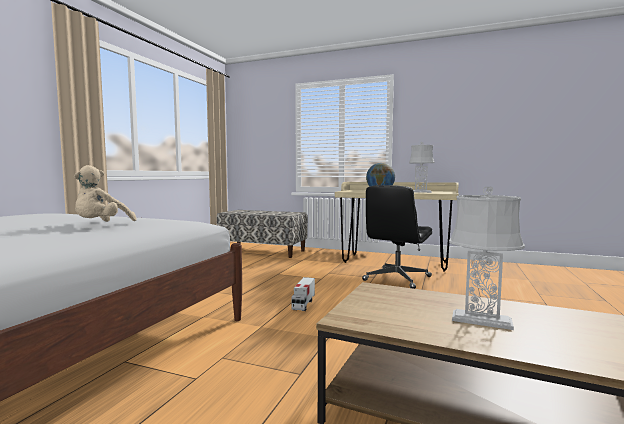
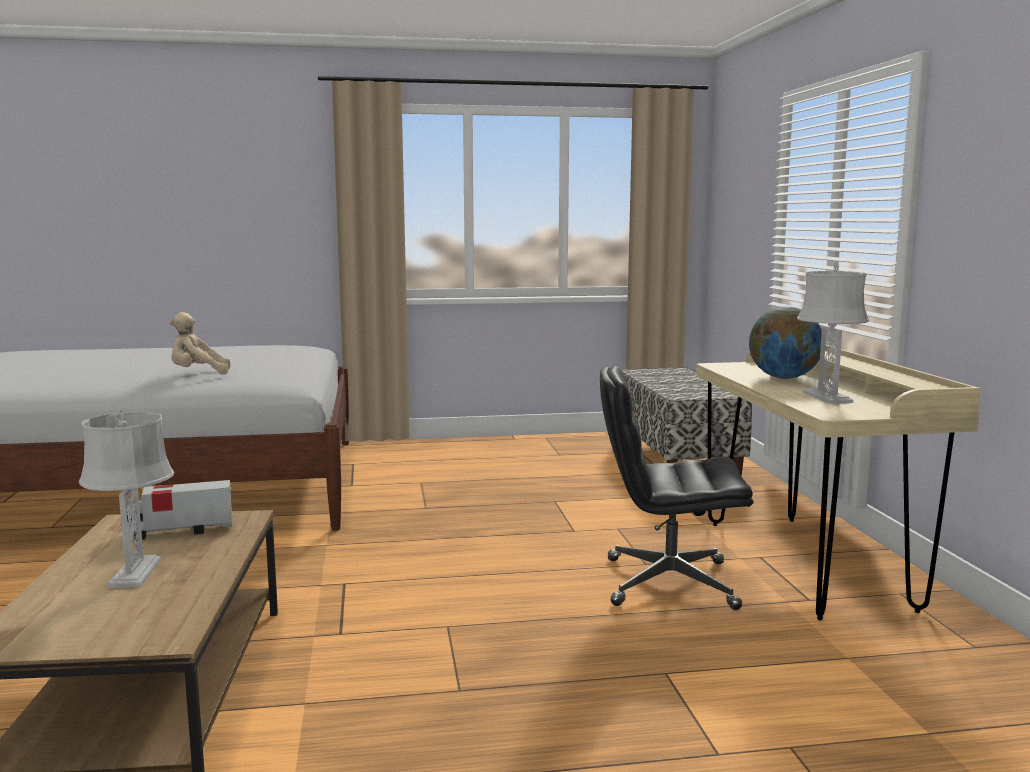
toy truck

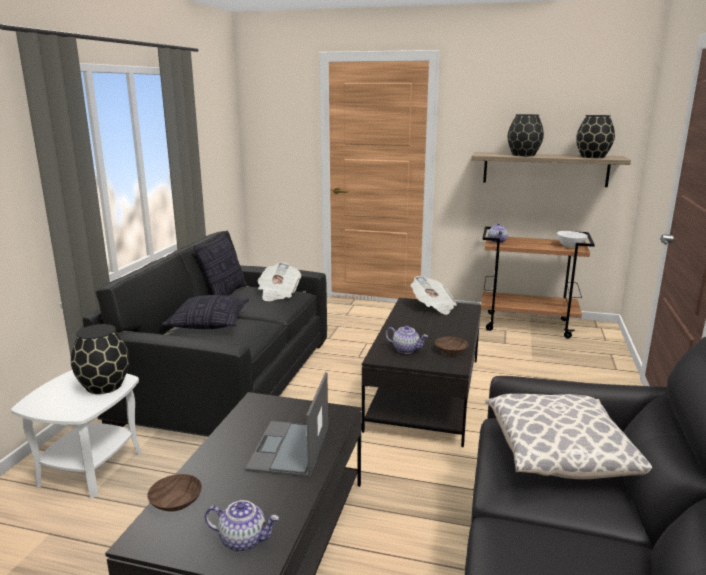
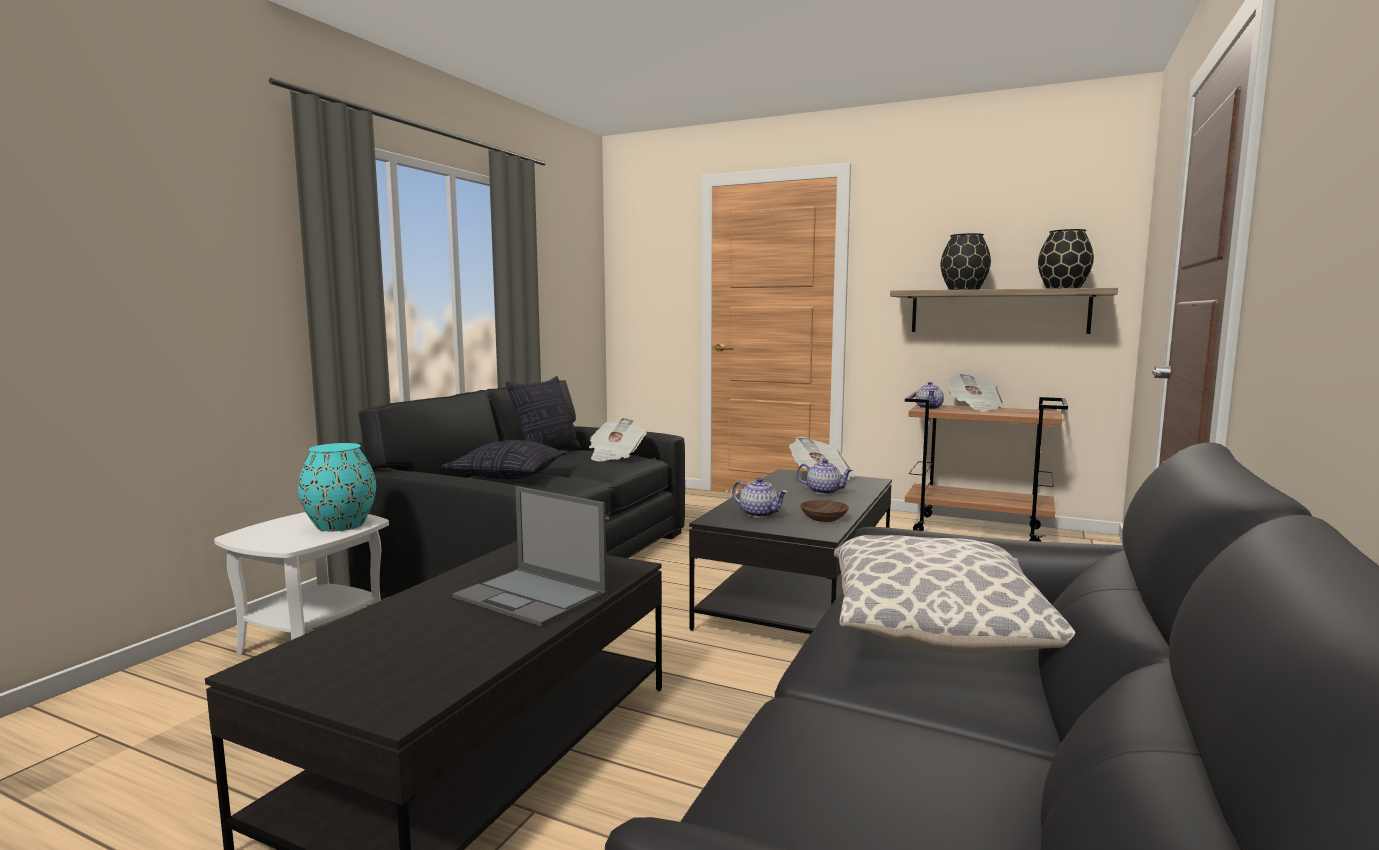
bowl/white
vase/turquoise
laptop
bowl/brown (no. 1 from left in the first image)
teapot (no. 2 from left)
newspaper (no. 3 from left)

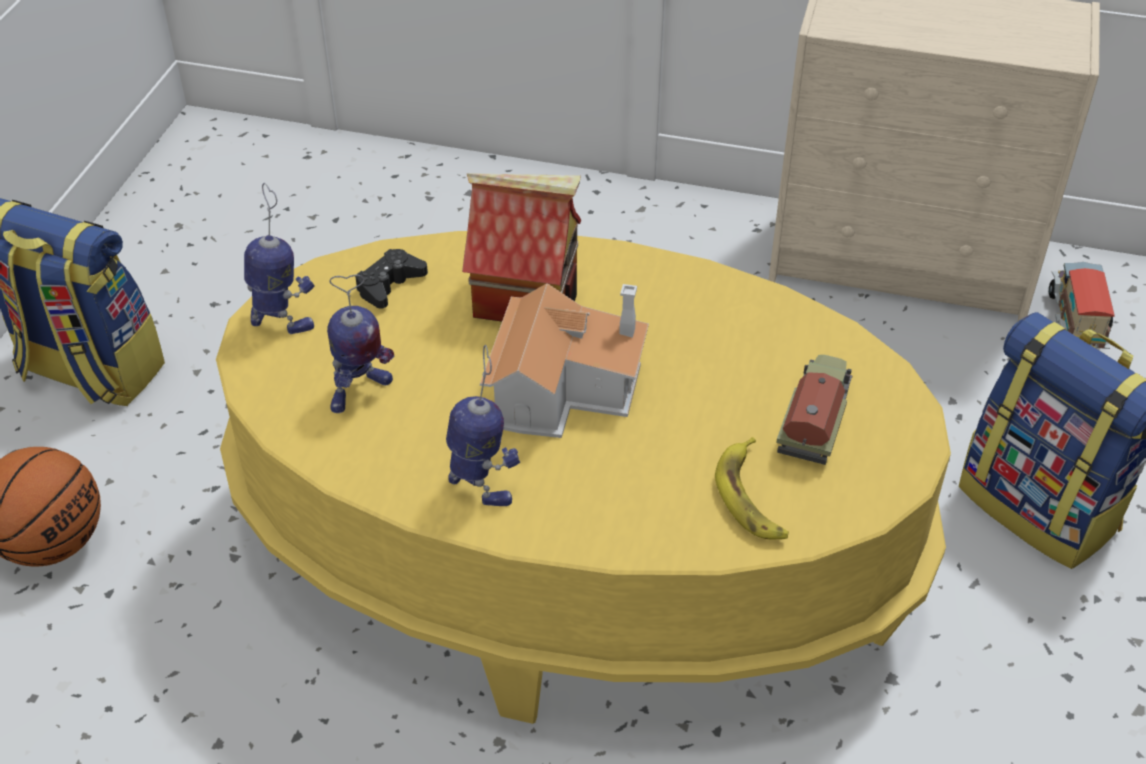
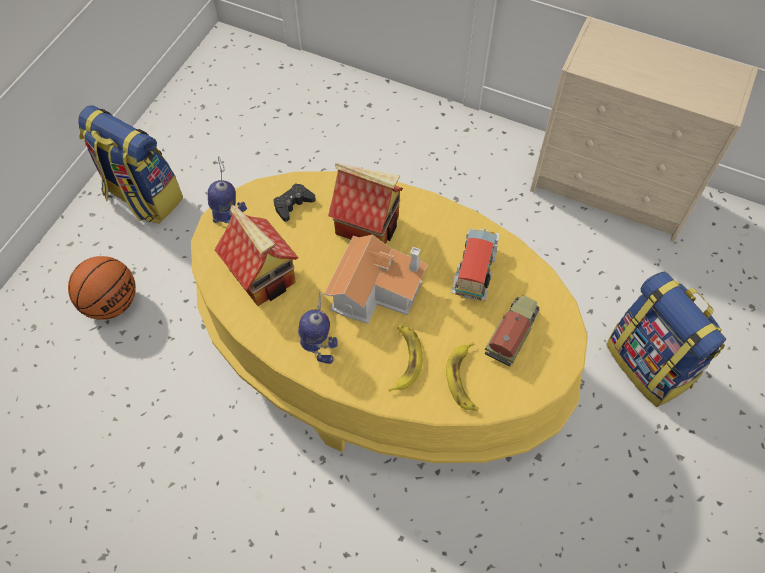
toy truck (no. 1 from left)
toy house (no. 1 from left)
banana (no. 1 from left)

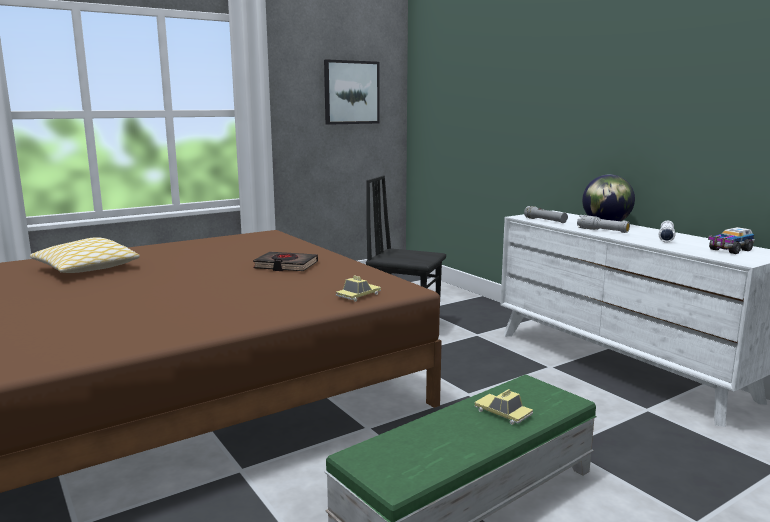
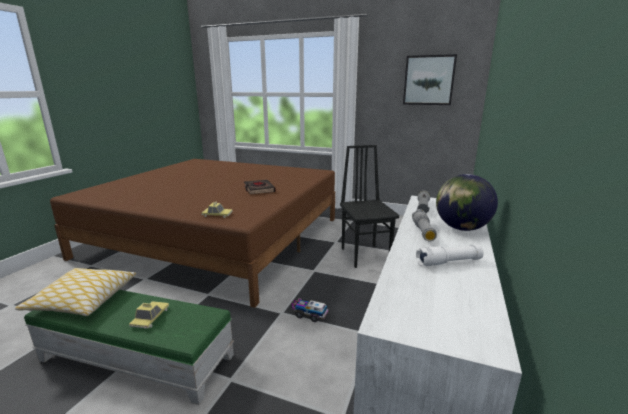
toy truck
pillow

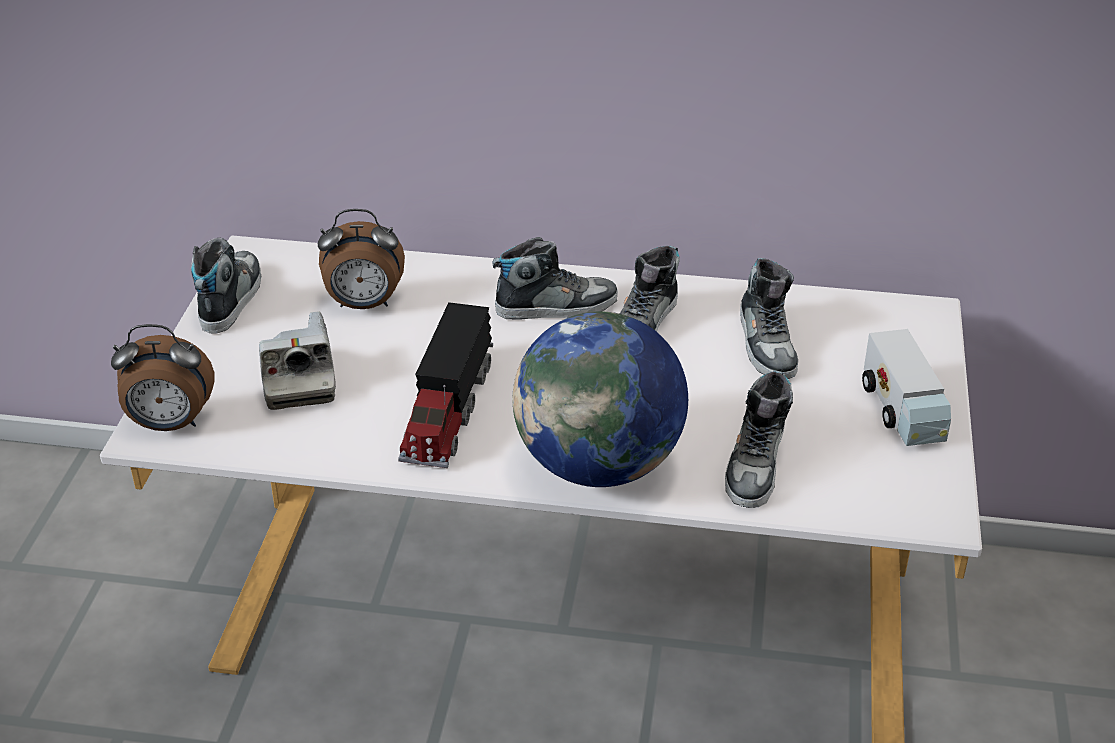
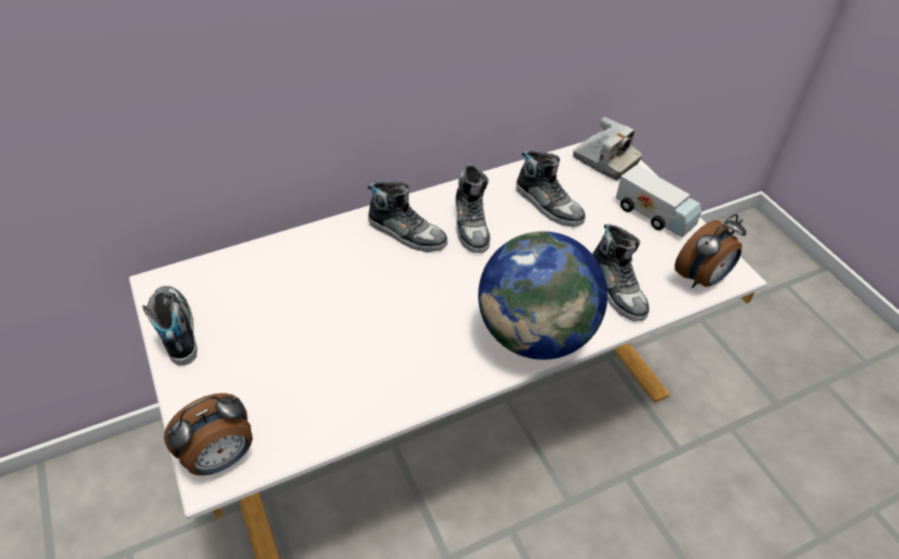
alarm clock (no. 2 from left)
shoe (no. 2 from left)
toy truck (no. 1 from left in the first image)
photo camera

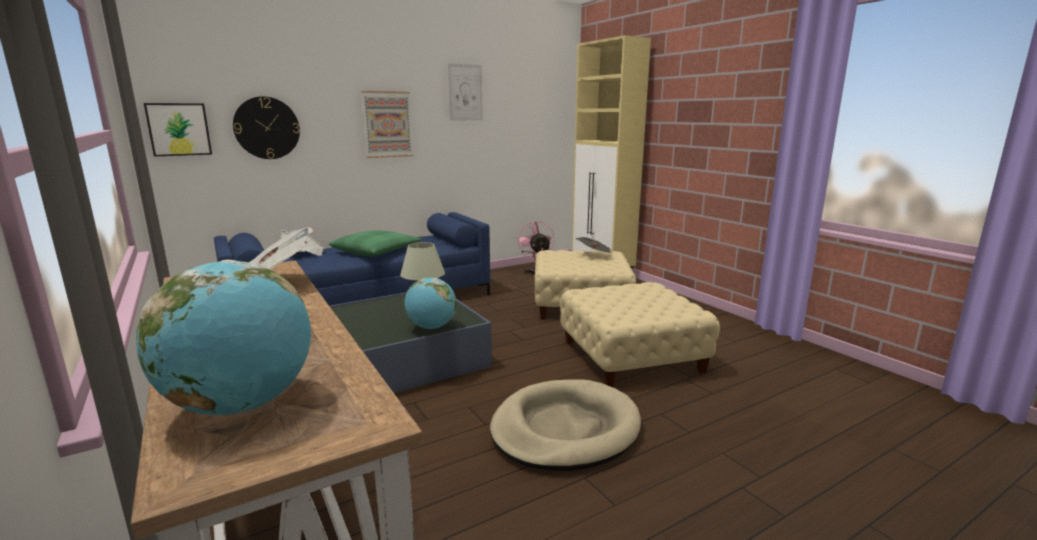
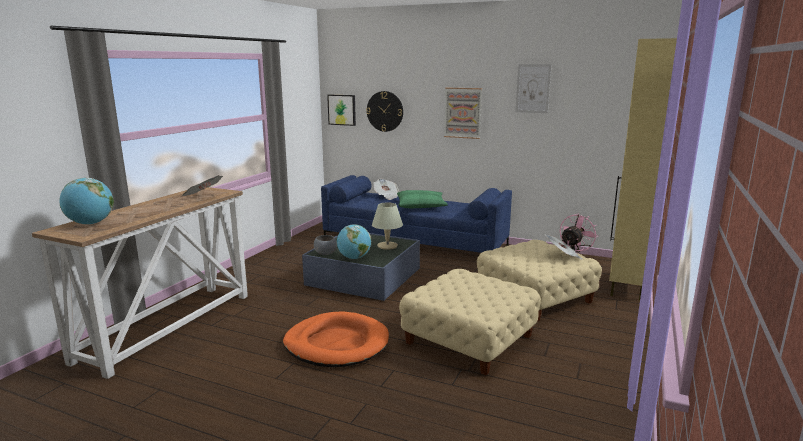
dog bed/orange
bowl/grey

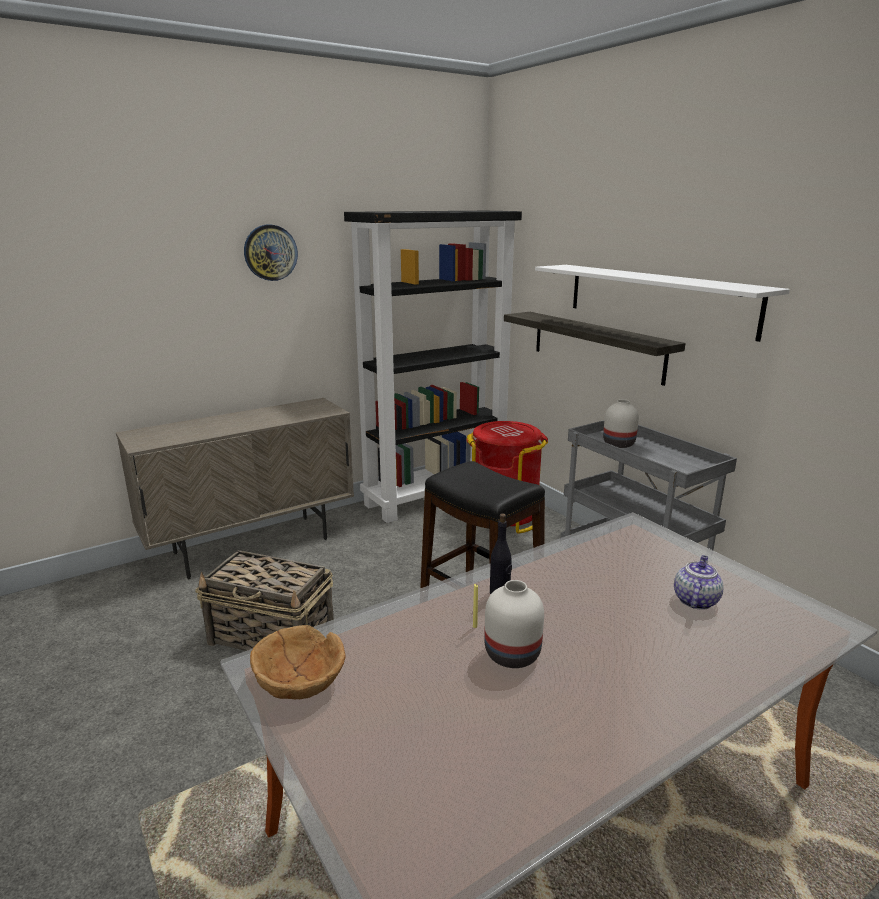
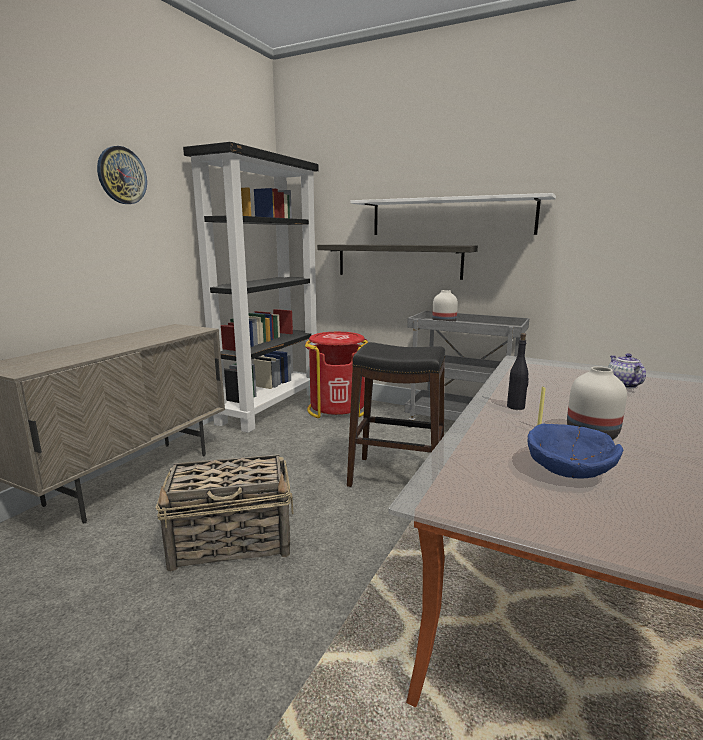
bowl/brown
bowl/blue

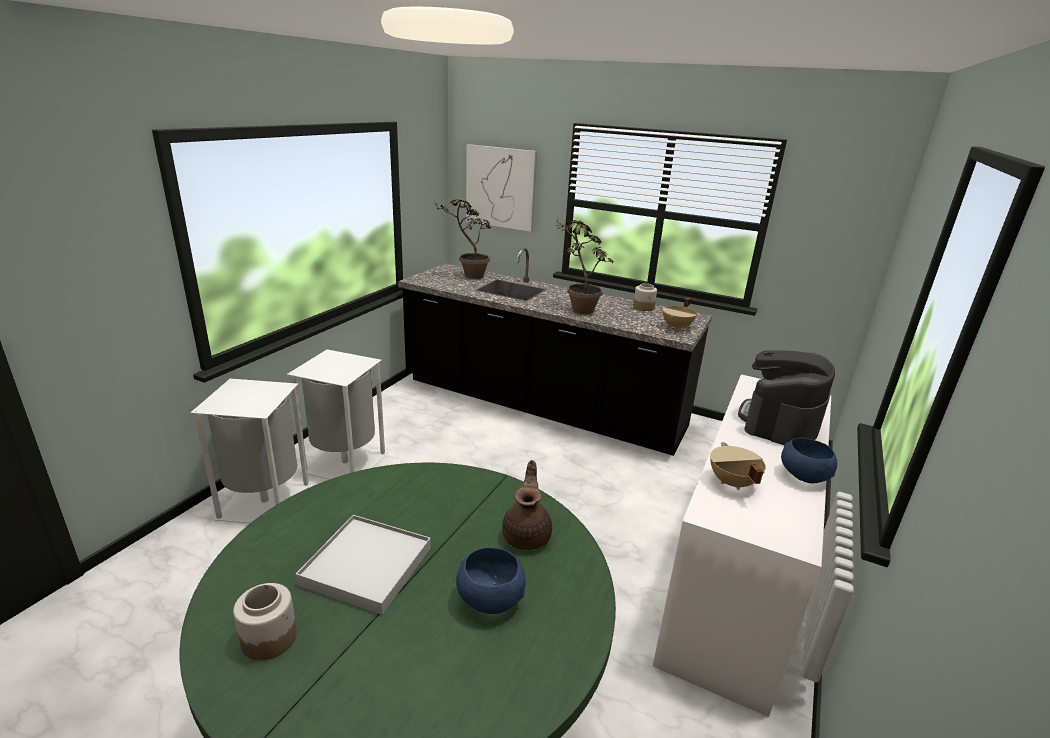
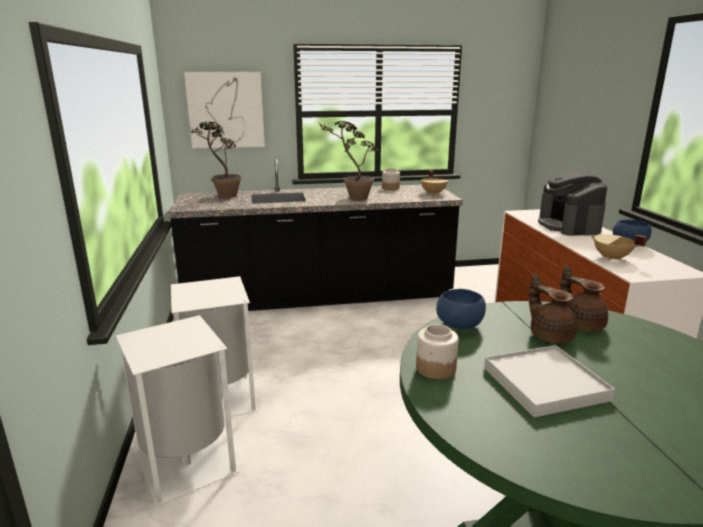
bowl/blue (no. 1 from left)
jar (no. 2 from left)
teapot/brown (no. 1 from left)

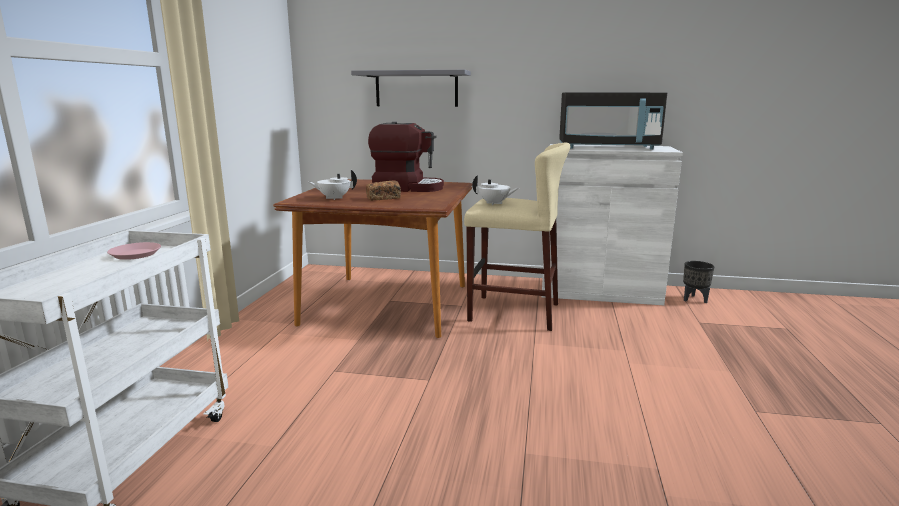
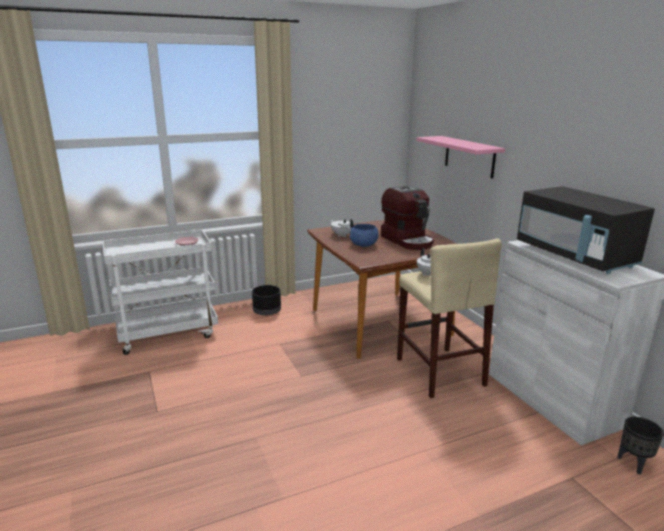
shelf/pink
bowl/blue
planter/black (no. 1 from left)

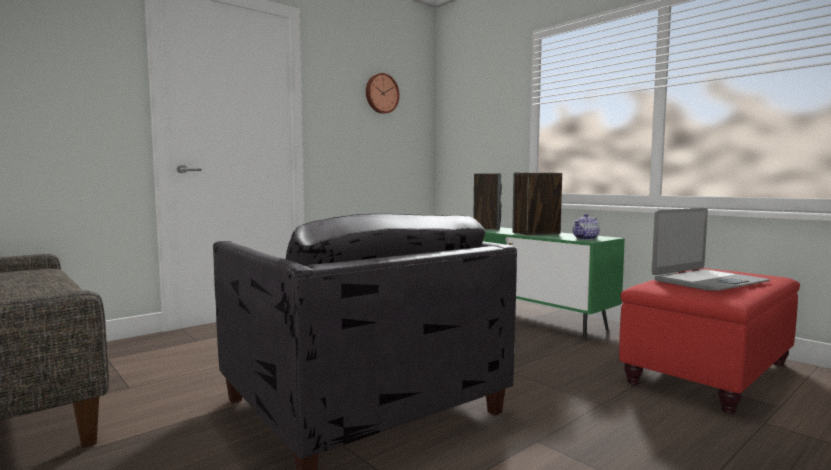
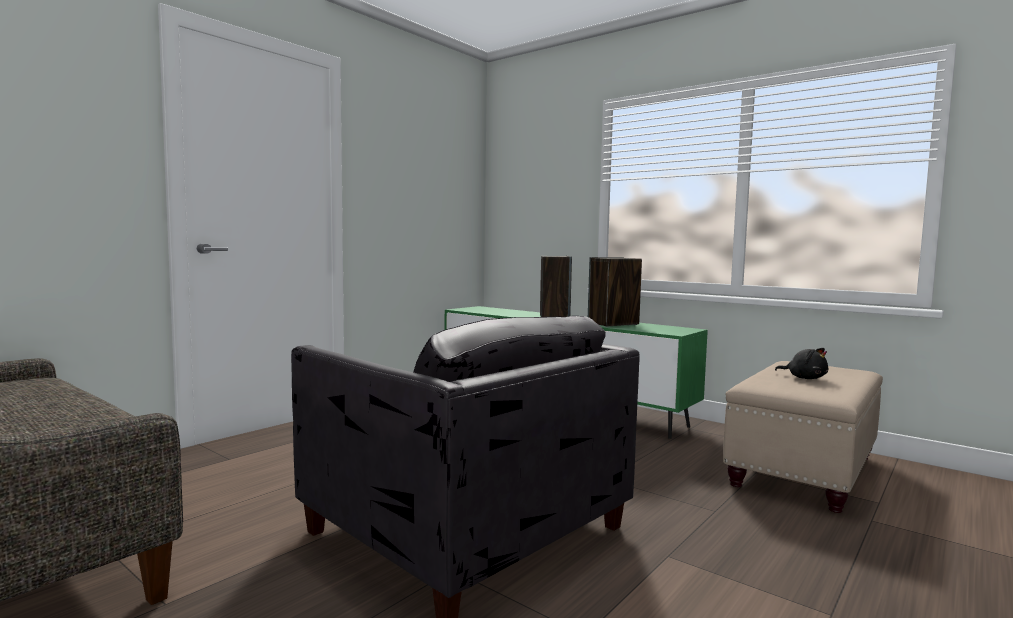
wall clock
plush toy/black
teapot
ottoman/beige

